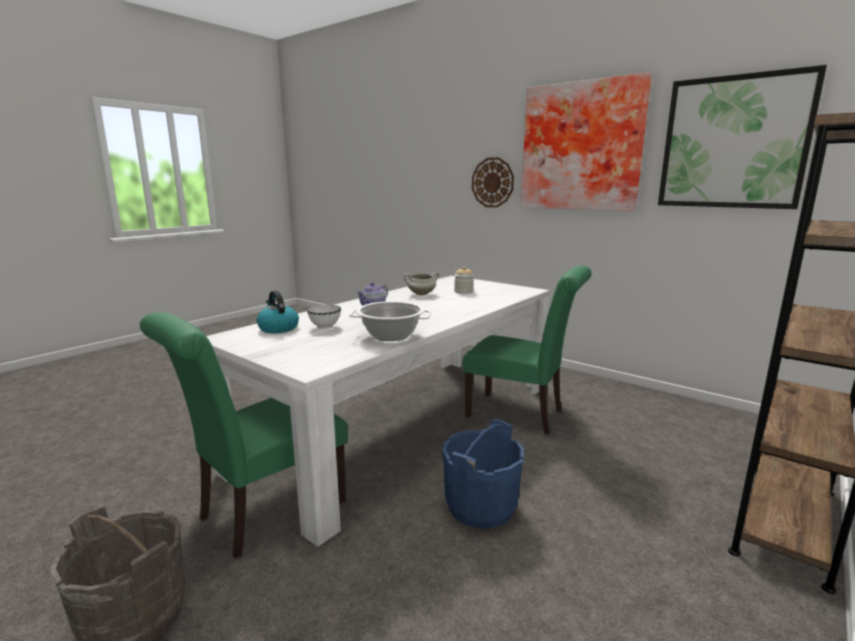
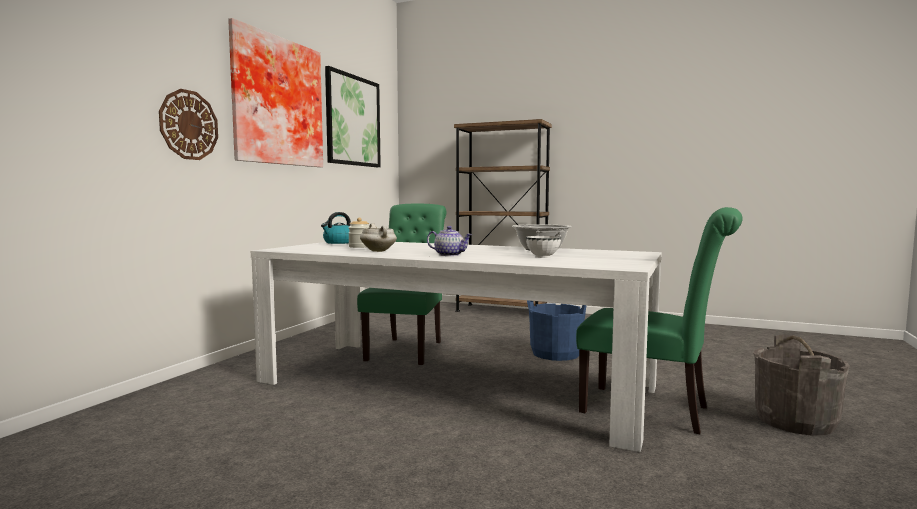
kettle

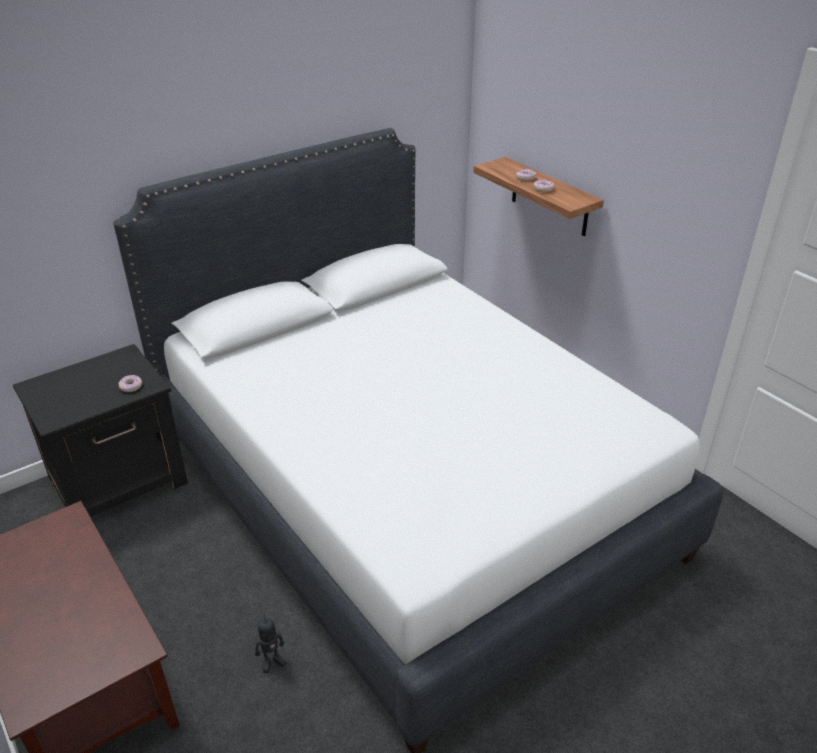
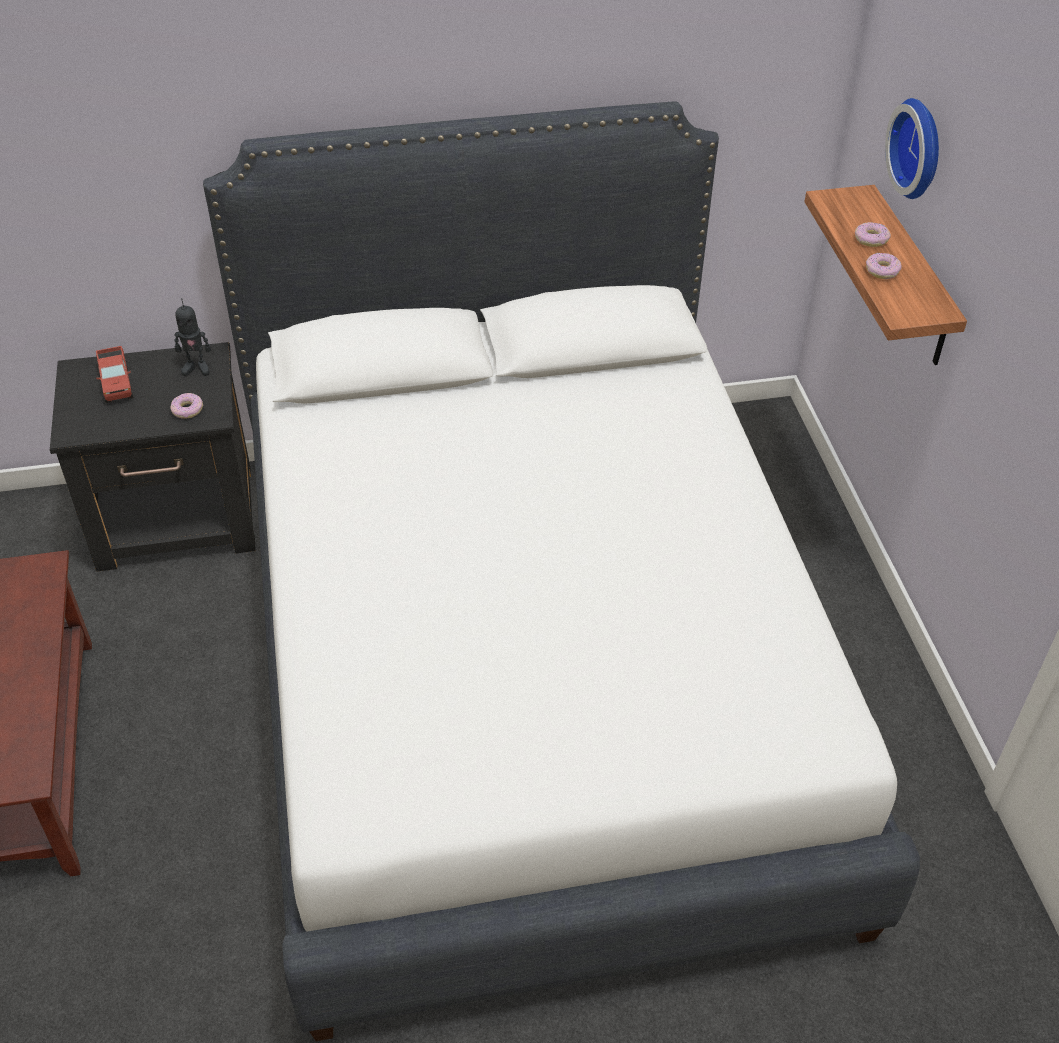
toy robot
wall clock
toy truck

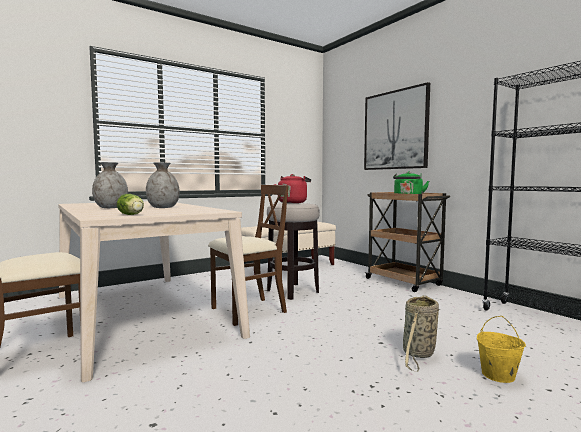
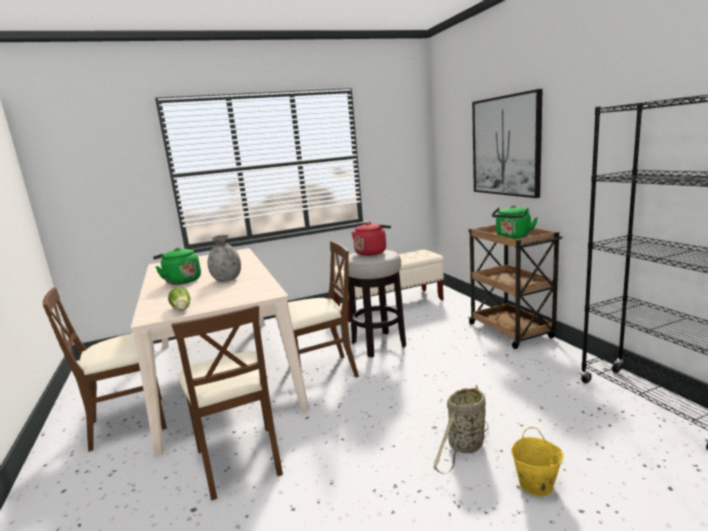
kettle/green (no. 1 from left)
chair/brown (no. 2 from left)

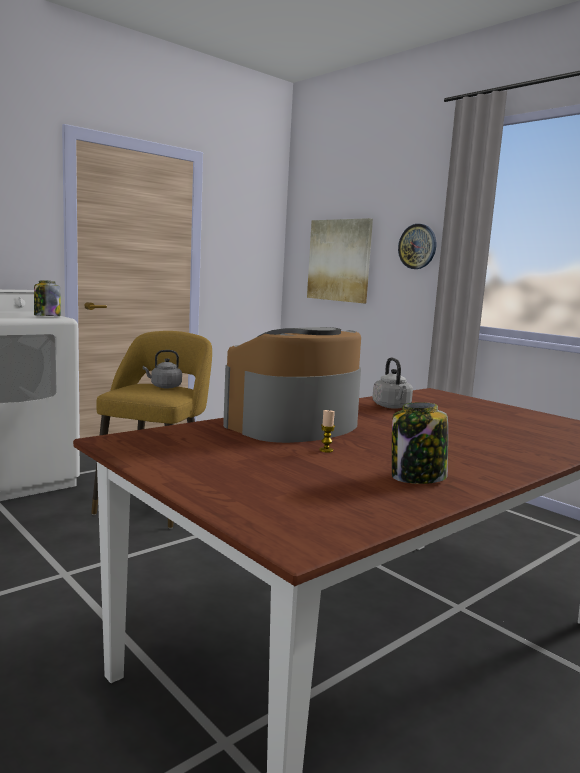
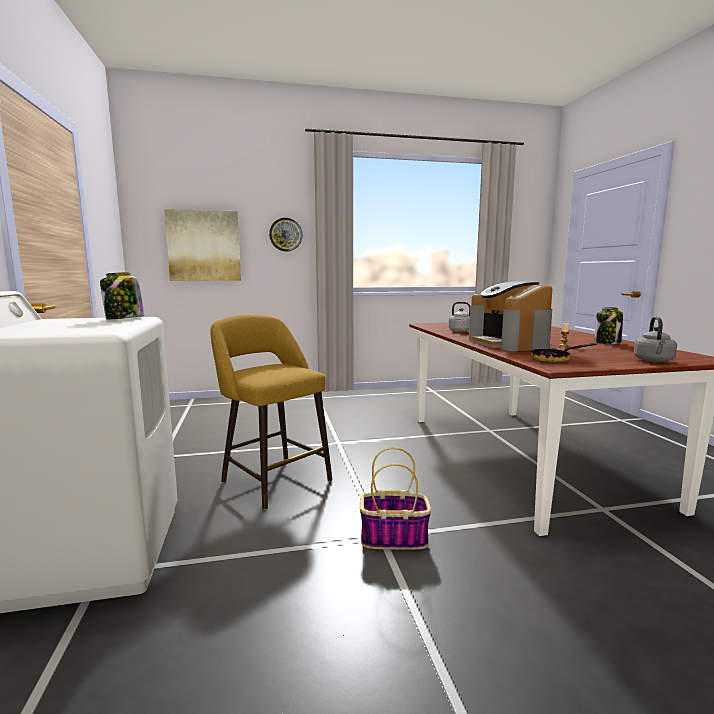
kettle/grey (no. 2 from left)
frying pan
basket

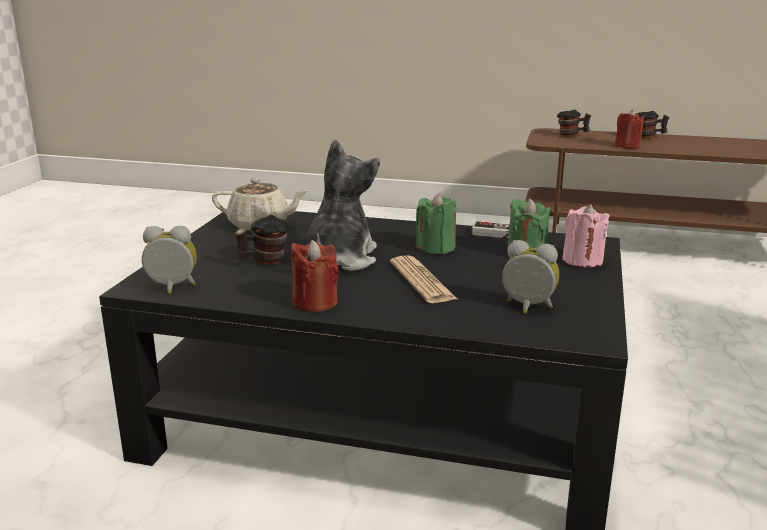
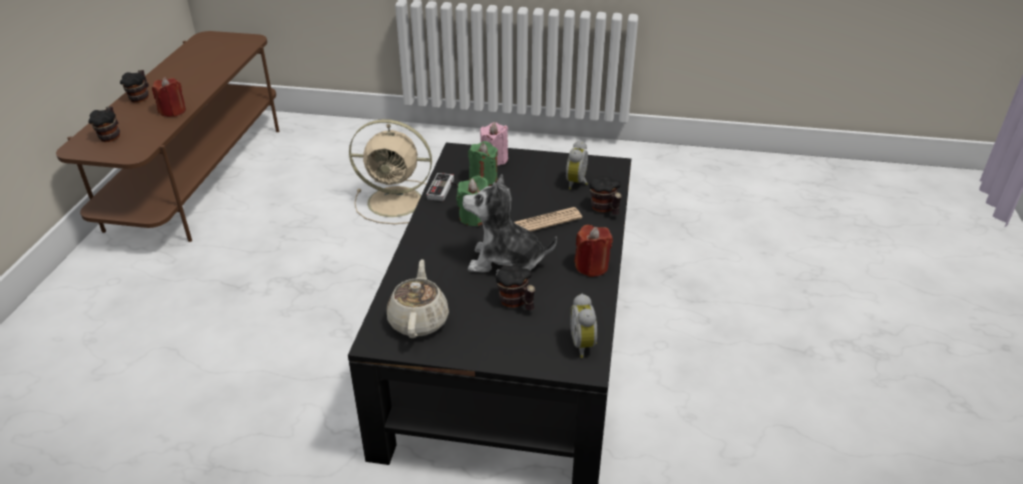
fan/beige
mug (no. 4 from left)

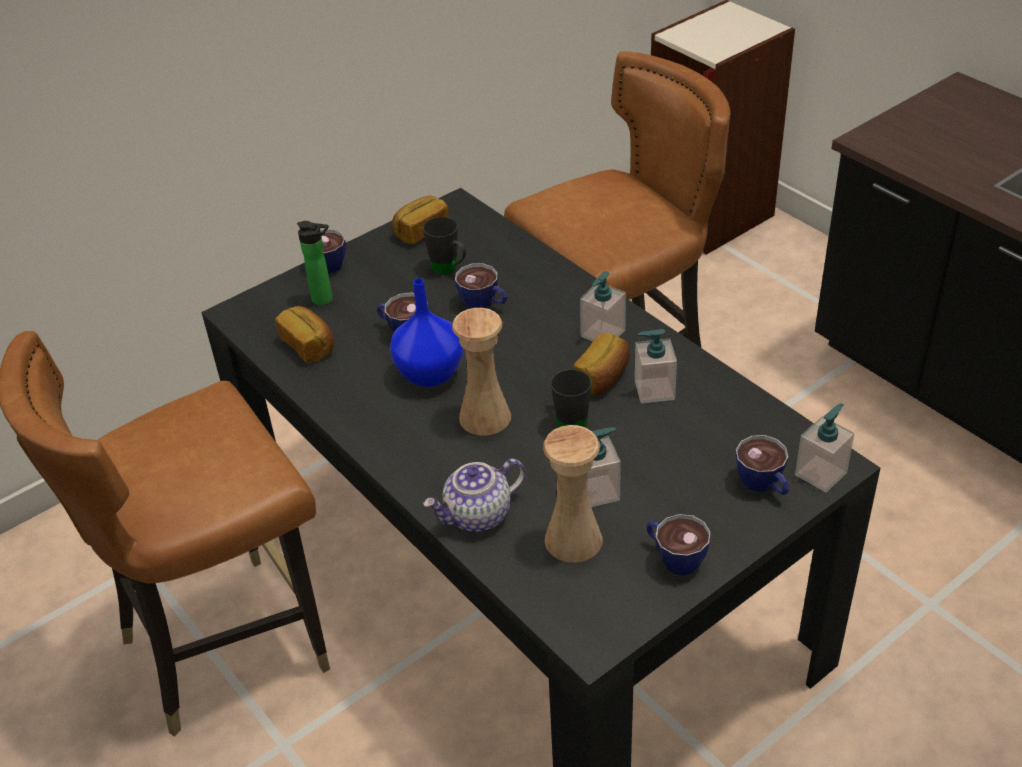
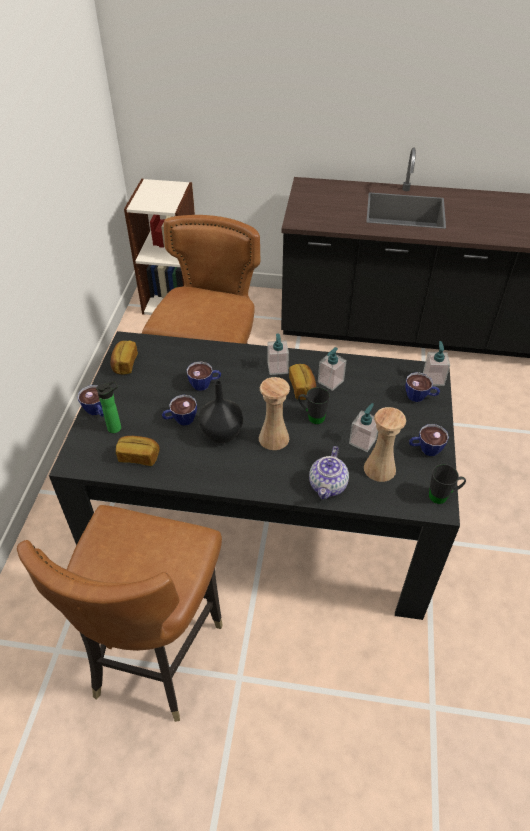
mug/black (no. 2 from left)
vase/black

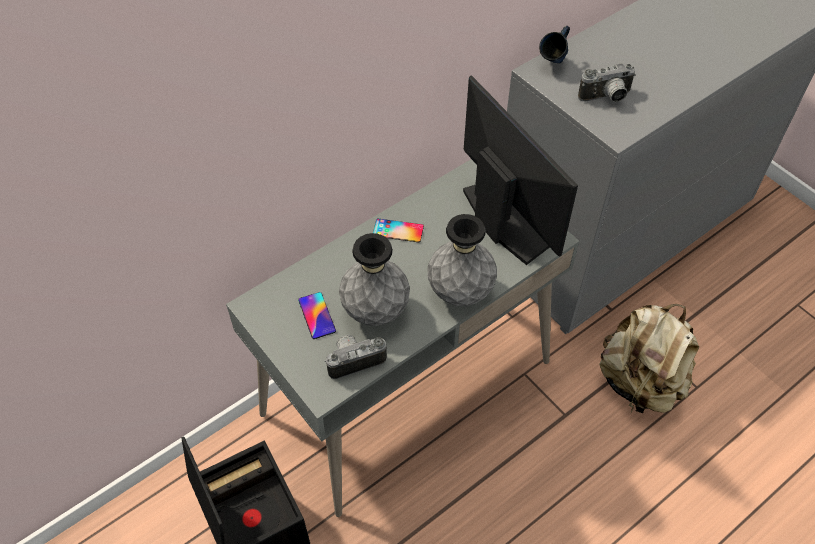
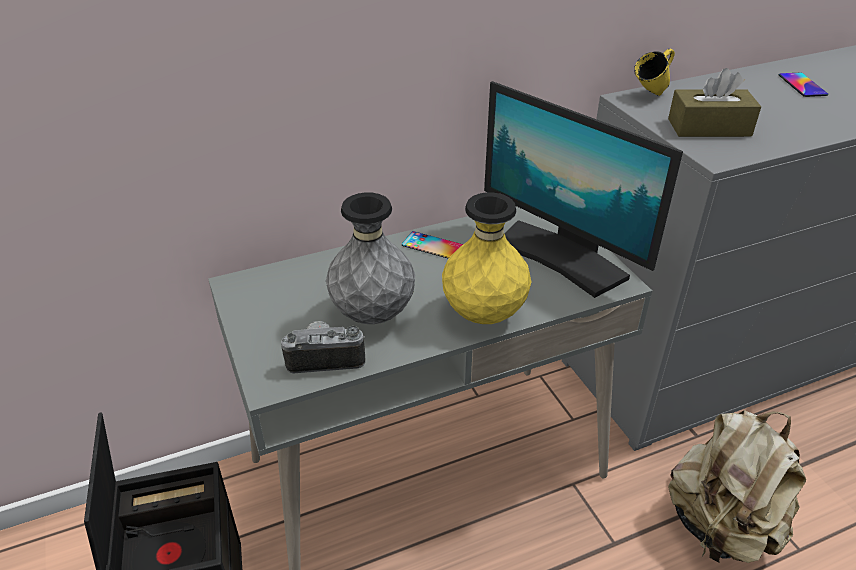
mug/yellow
tissue box/brown
monitor
vase/yellow
phone (no. 2 from left)

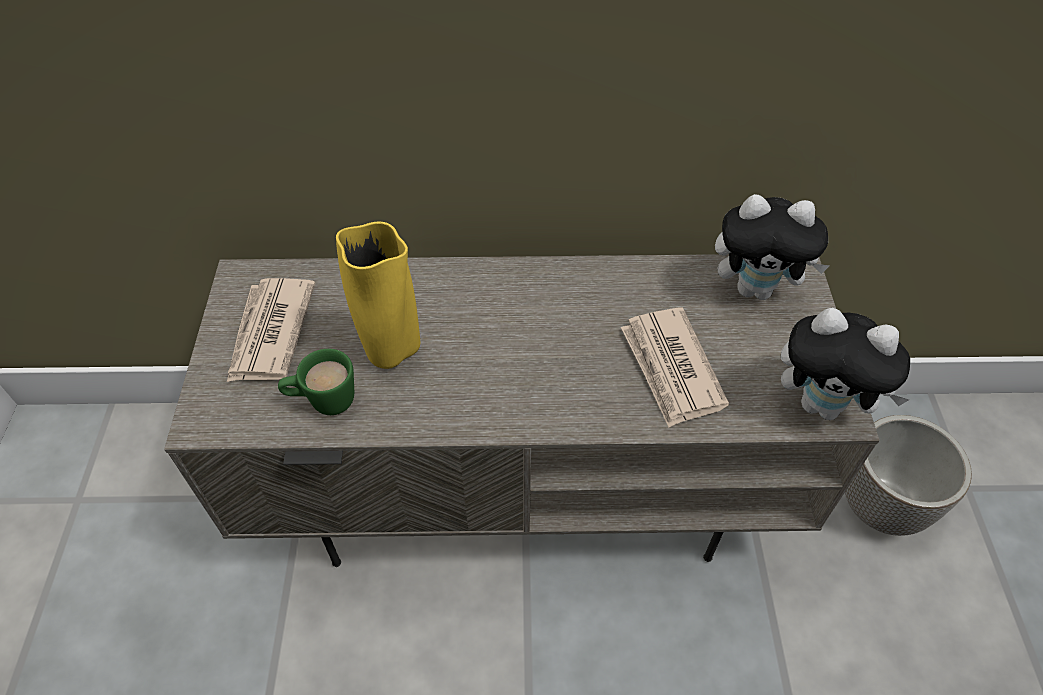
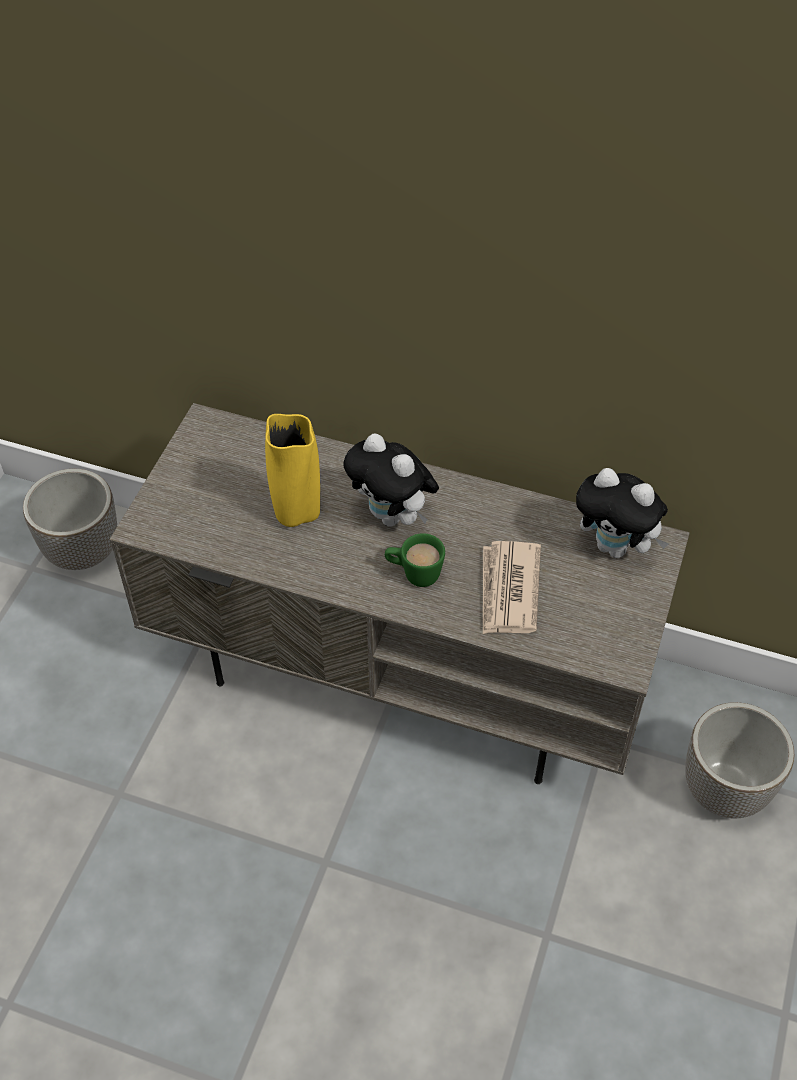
newspaper (no. 1 from left in the first image)
plush toy (no. 1 from left)
mug/green
planter (no. 1 from left)

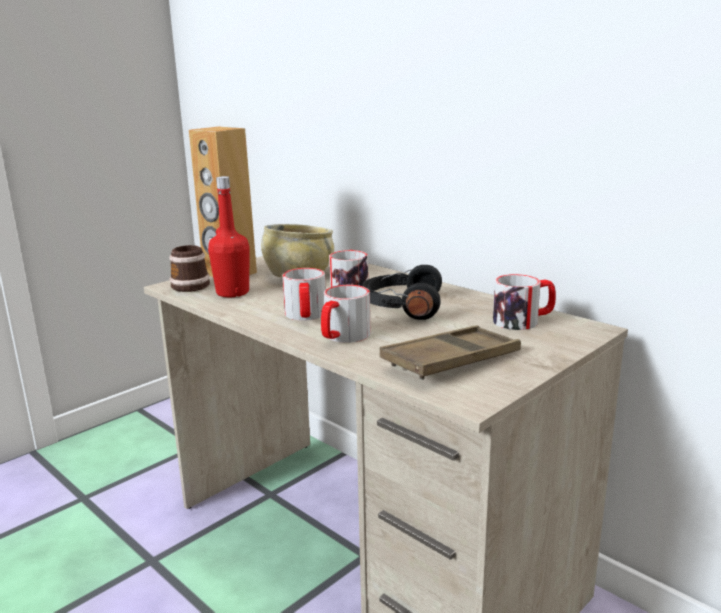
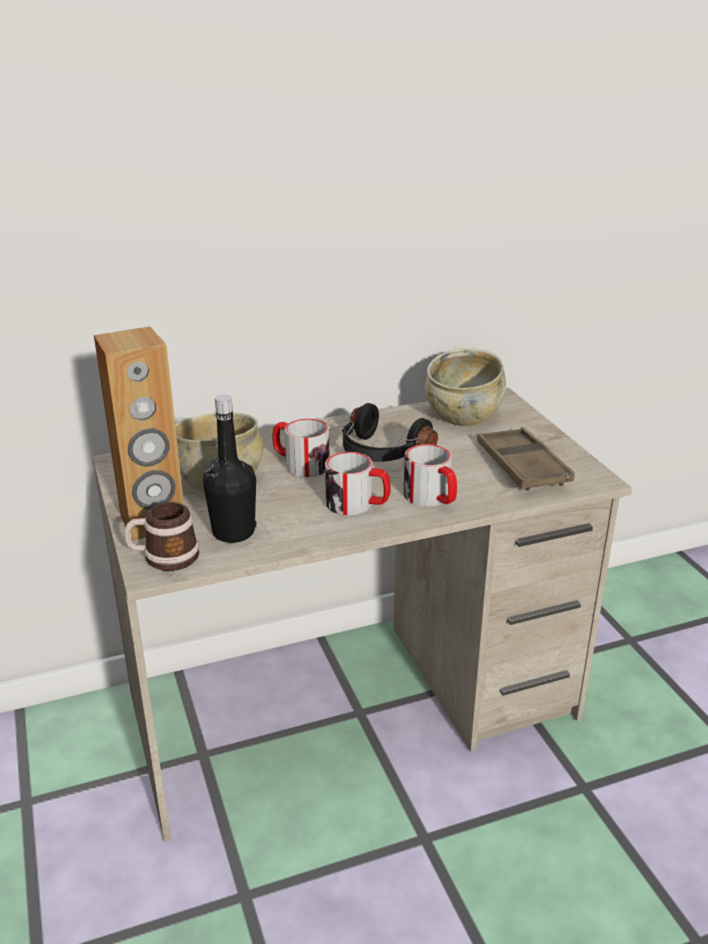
bottle/black
bowl/beige (no. 2 from left)

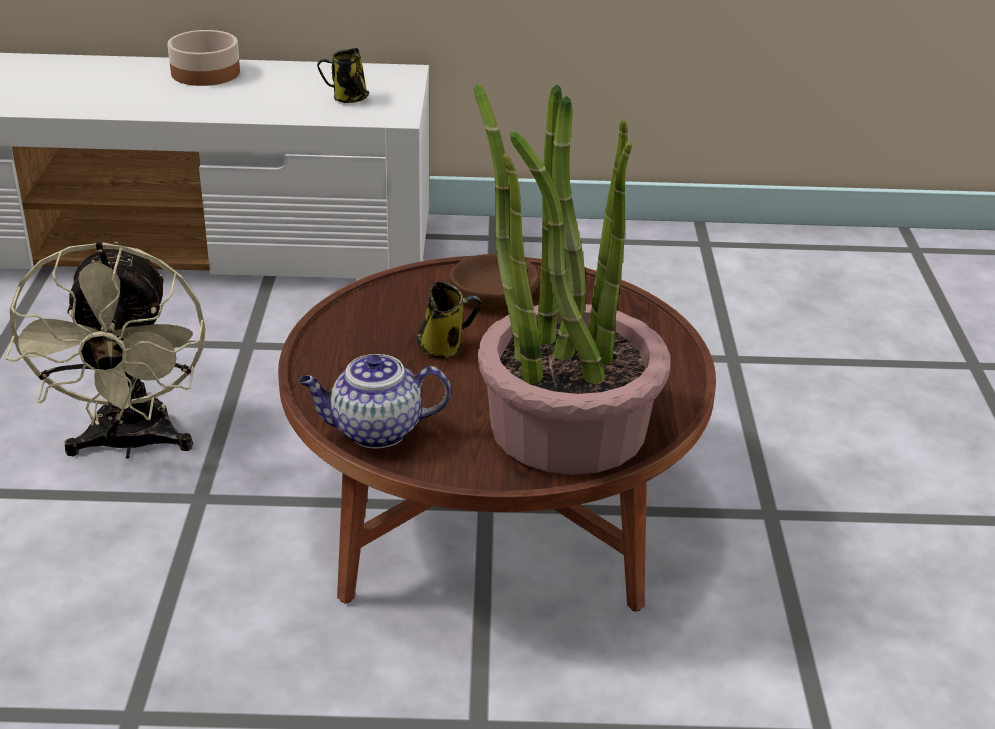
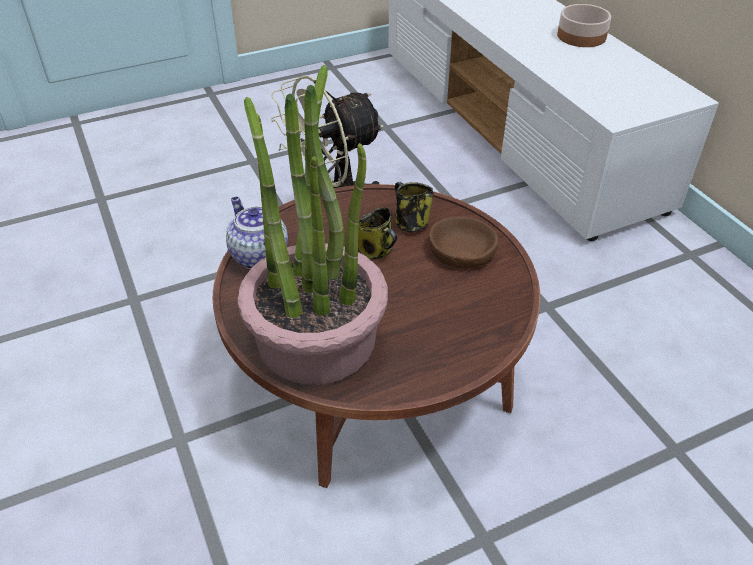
mug (no. 2 from left)

